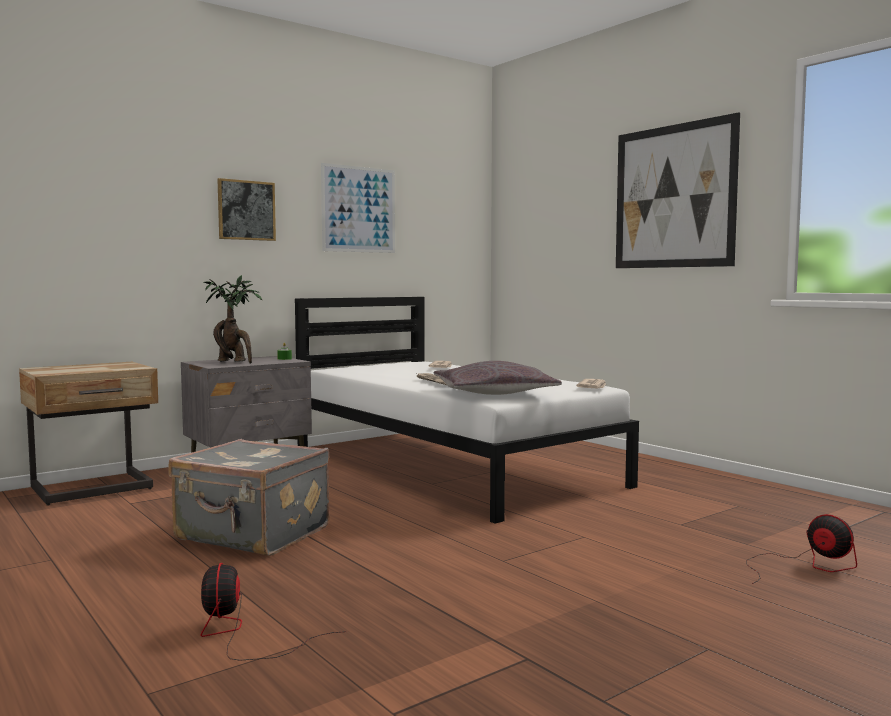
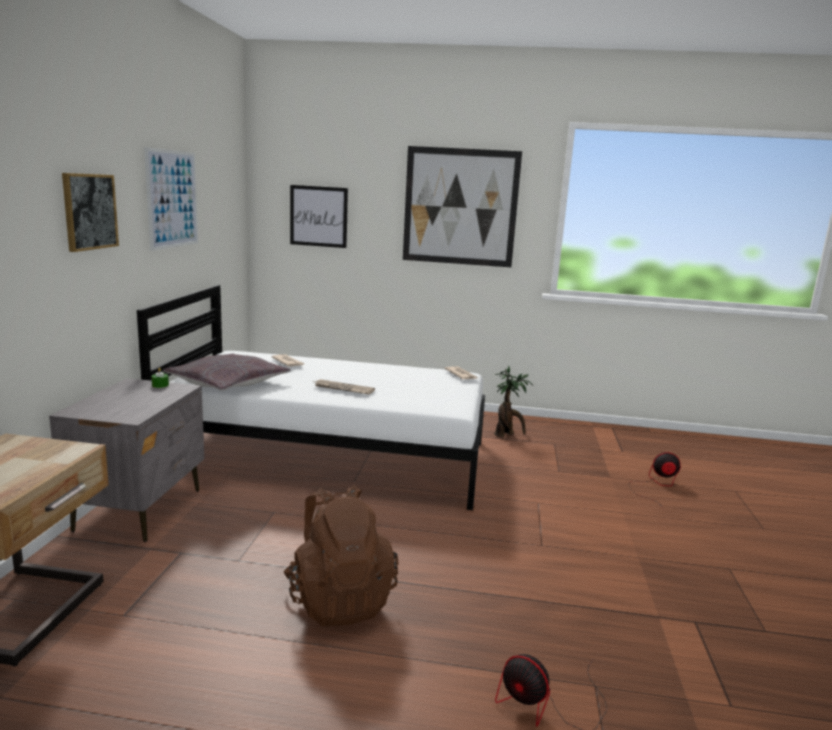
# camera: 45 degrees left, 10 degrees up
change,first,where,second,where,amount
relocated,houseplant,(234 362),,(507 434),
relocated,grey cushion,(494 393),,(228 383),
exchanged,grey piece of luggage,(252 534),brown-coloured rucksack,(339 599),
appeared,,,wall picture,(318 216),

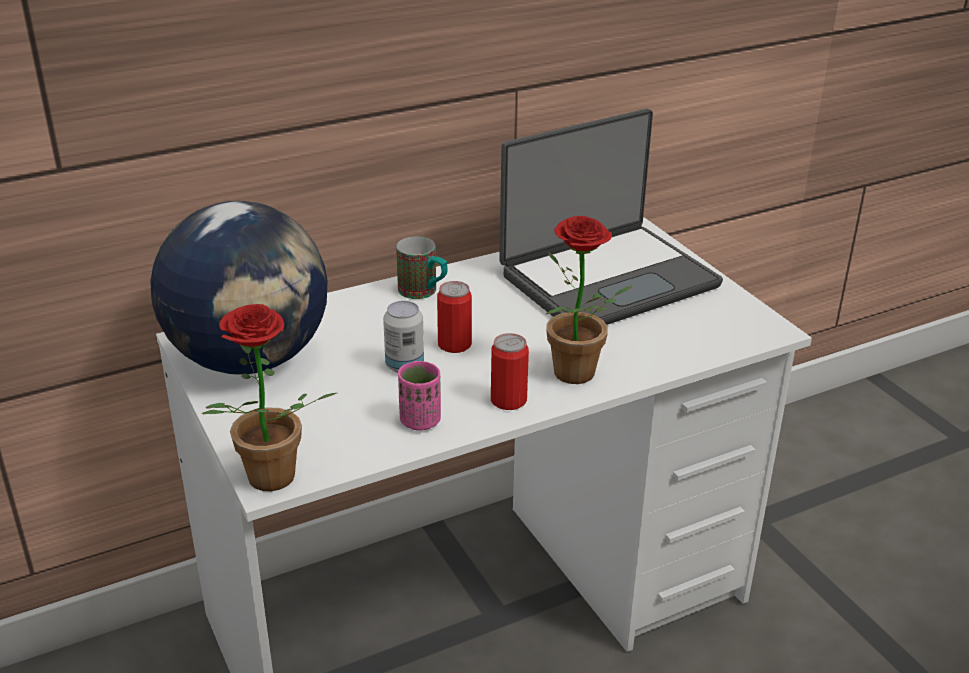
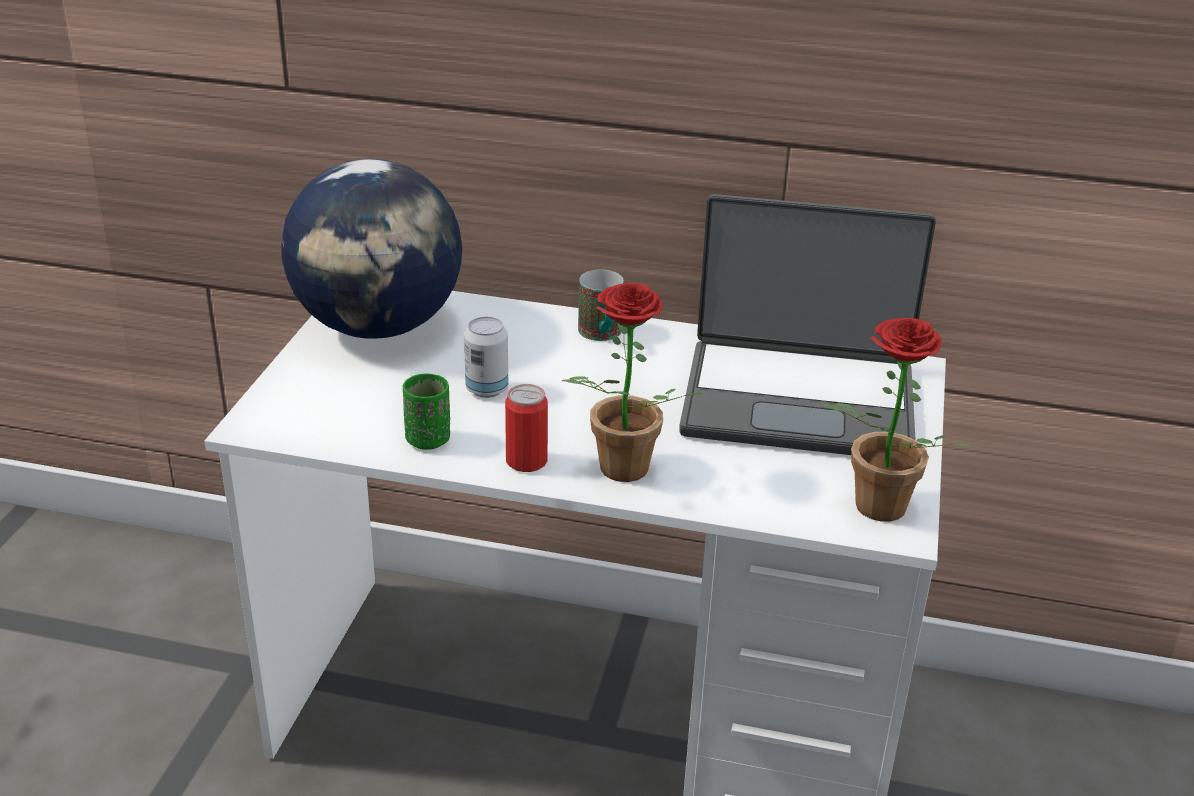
# camera: 40 degrees right, 0 degrees up
change,first,where,second,where,amount
missing,can,(454 344),,,
relocated,houseplant,(268 483),,(873 511),
colour,pink small cup,(420 421),greenish small cup,(428 440),

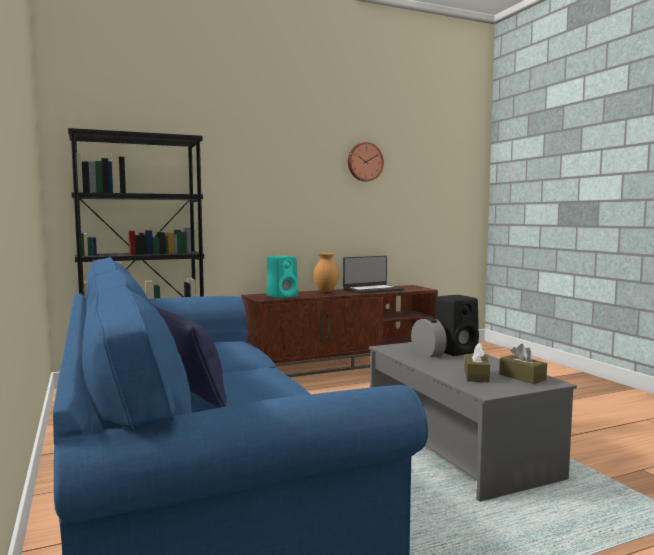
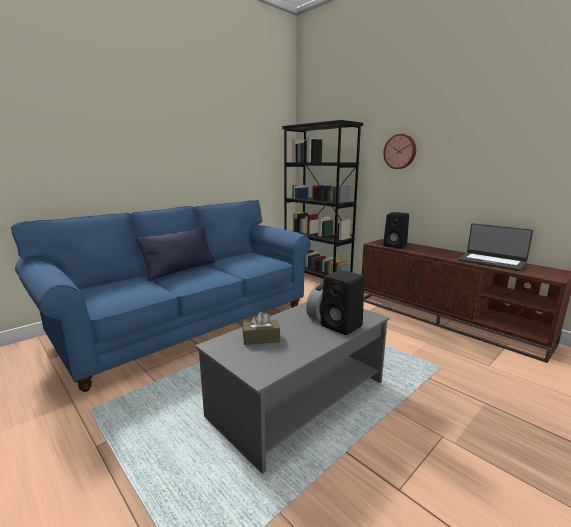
# camera: 70 degrees right, 10 degrees up
change,first,where,second,where,amount
relocated,wall clock,(364 162),,(400 151),
missing,brown-coloured decorative vase,(326 291),,,
colour,turquoise loudspeaker,(283 296),black loudspeaker,(396 246),
missing,brown-coloured tissue holder,(522 377),,,

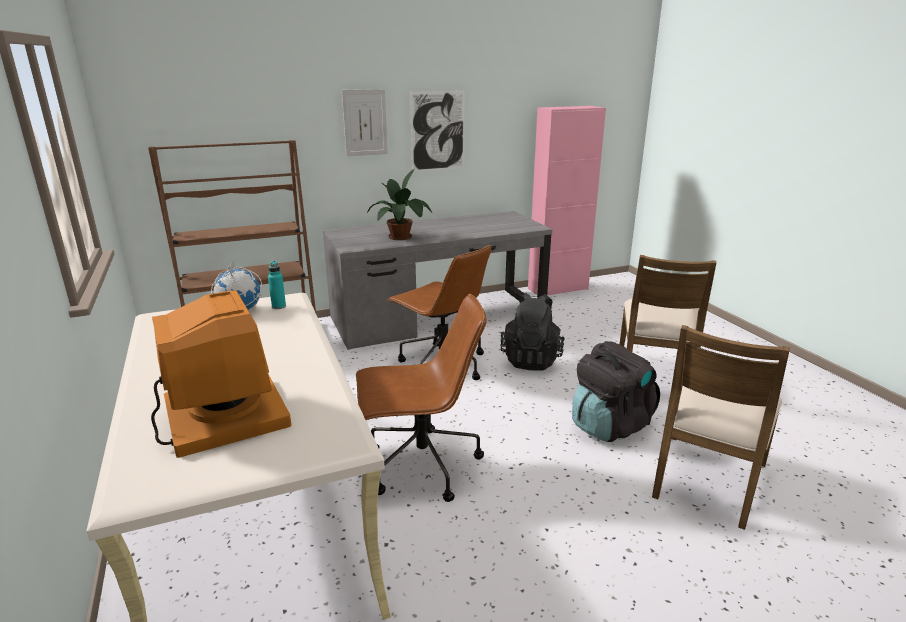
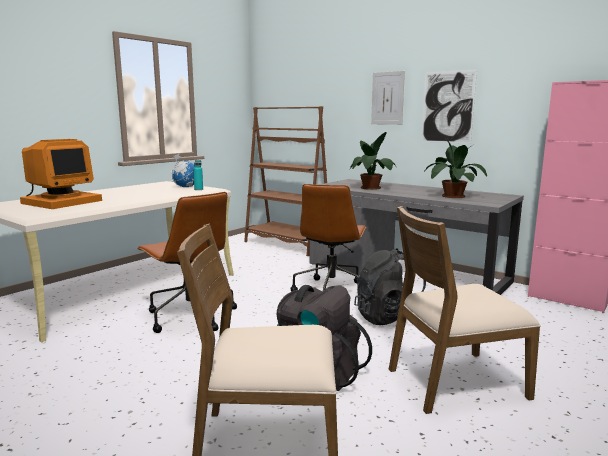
# camera: 60 degrees right, 10 degrees down
change,first,where,second,where,amount
appeared,,,houseplant,(451 196),

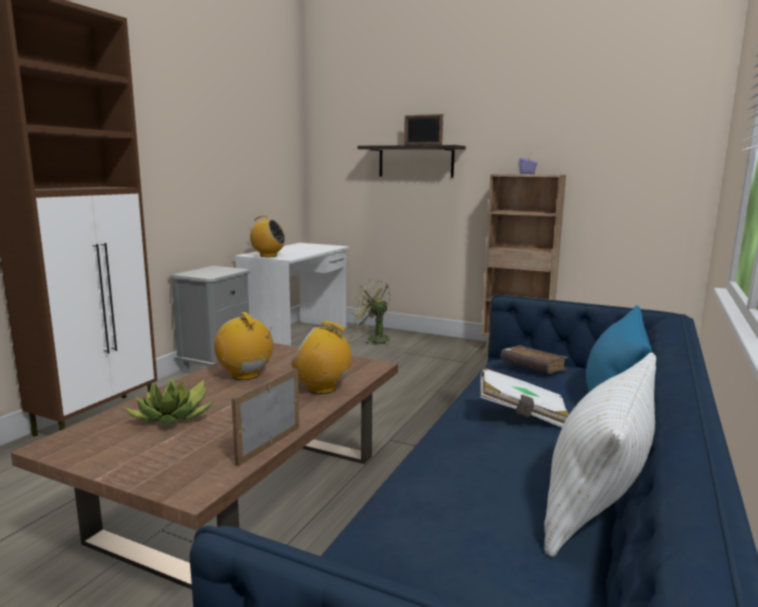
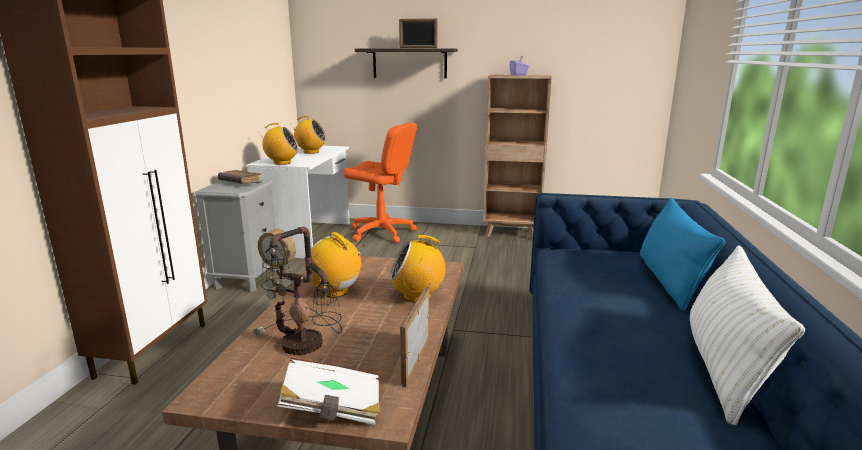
# camera: 15 degrees left, 5 degrees up
change,first,where,second,where,amount
exchanged,greenish cooling fan,(373 339),orange office chair,(381 232),
relocated,brown-coloured bound book,(532 367),,(240 183),
relocated,whitish bound book,(521 414),,(332 408),
exchanged,houseplant,(174 417),tabletop lamp,(303 346),
appeared,,,radio receiver,(311 152),

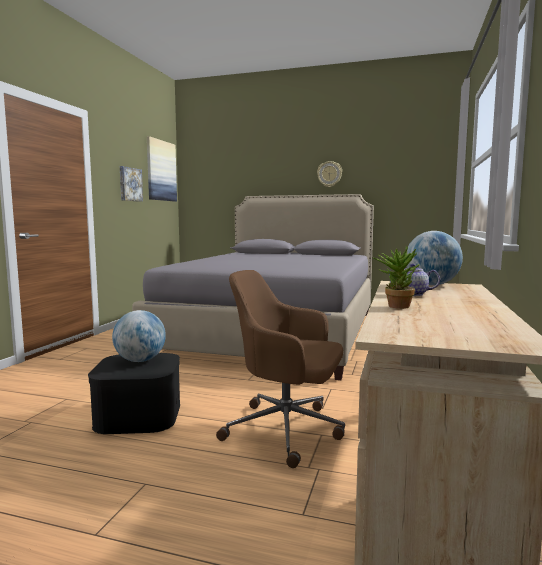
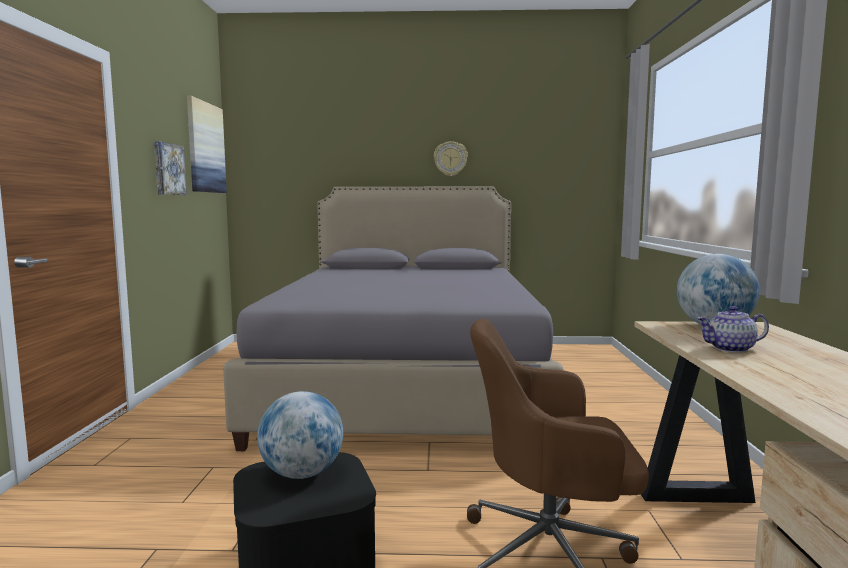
# camera: 15 degrees left, 0 degrees up
change,first,where,second,where,amount
missing,houseplant,(395 306),,,

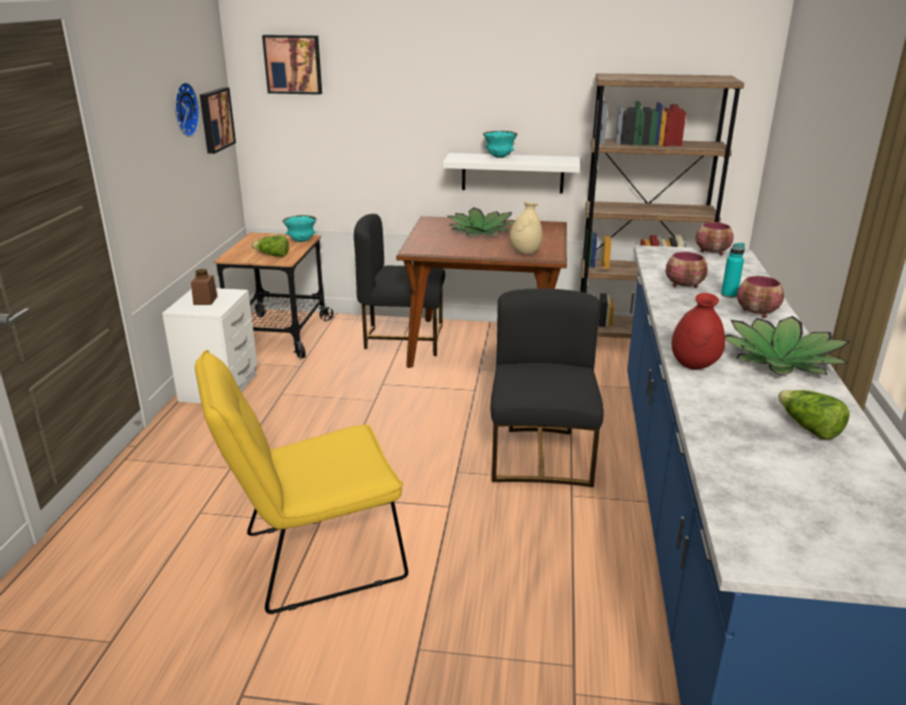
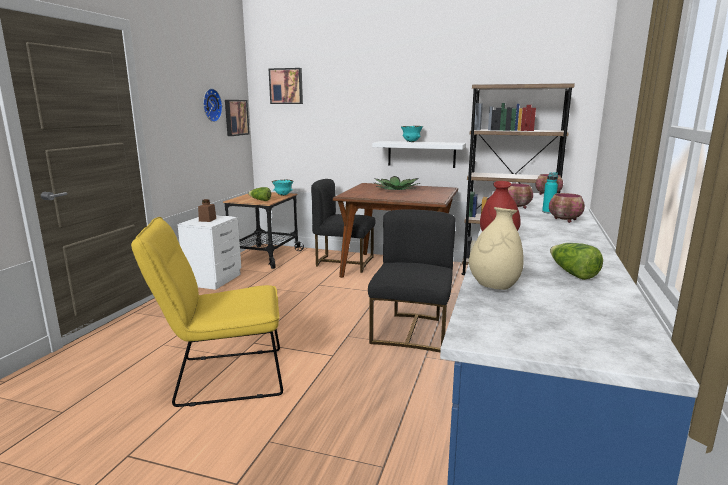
# camera: 10 degrees right, 10 degrees down
change,first,where,second,where,amount
relocated,beige-coloured decorative vase,(525 253),,(494 287),
missing,houseplant,(781 360),,,

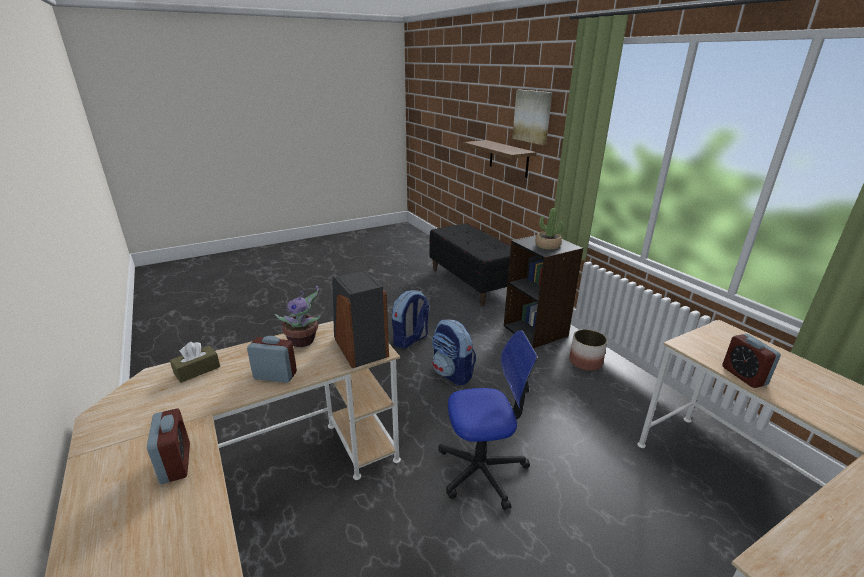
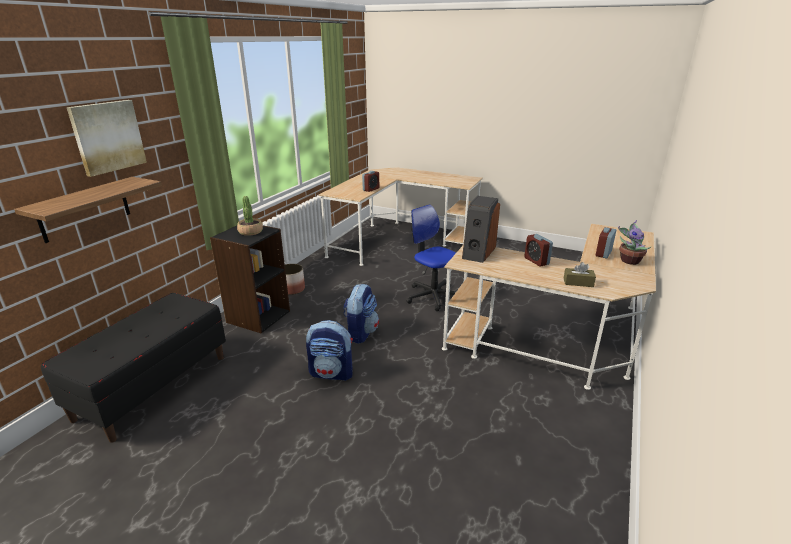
# camera: 125 degrees left, 0 degrees up
change,first,where,second,where,amount
relocated,houseplant,(303 341),,(629 260),

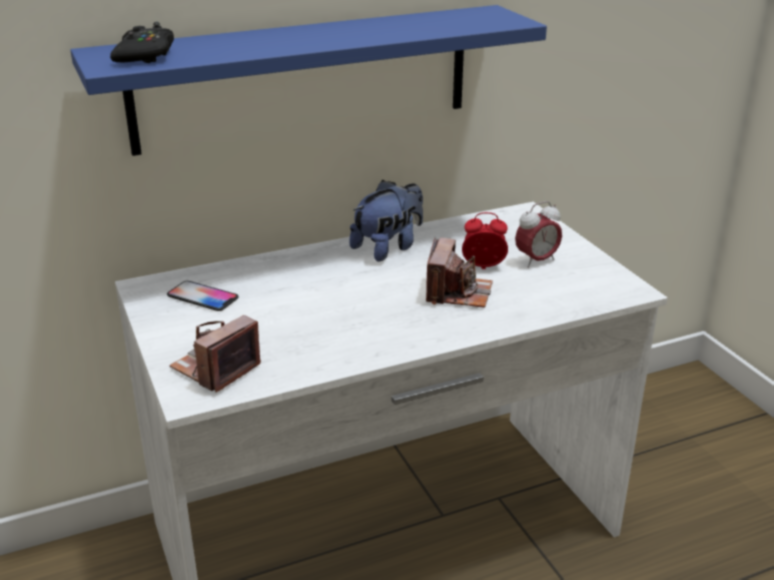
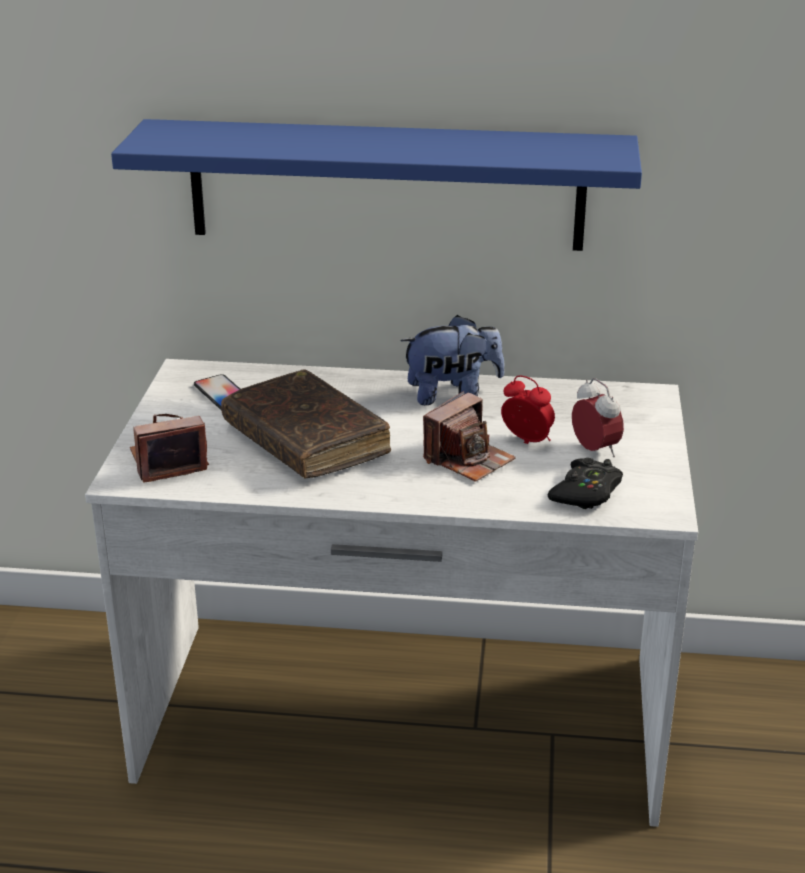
# camera: 30 degrees right, 0 degrees up
change,first,where,second,where,amount
relocated,black gamepad,(145 55),,(586 493),
spun,alarm clock,(536 261),,(595 450),120 degrees counterclockwise
appeared,,,brown-coloured bound book,(305 440),

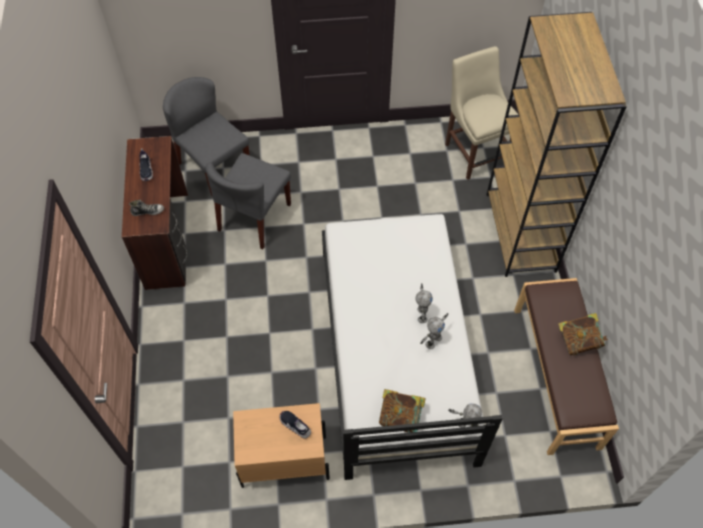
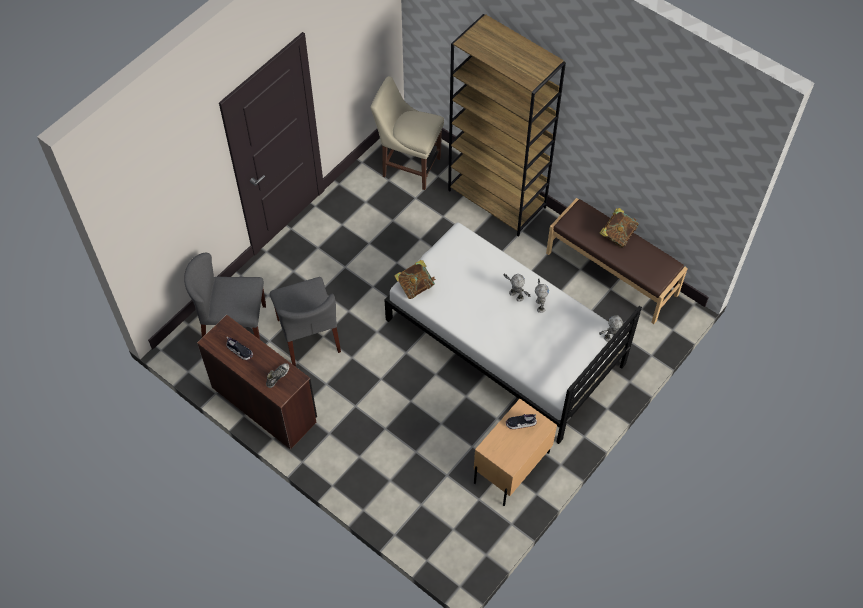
# camera: 45 degrees left, 0 degrees up
change,first,where,second,where,amount
relocated,bound book,(401 417),,(415 286),

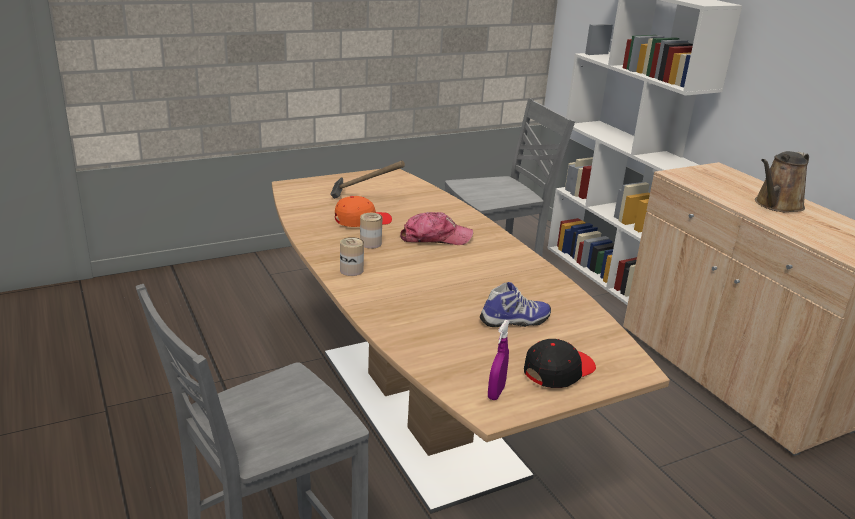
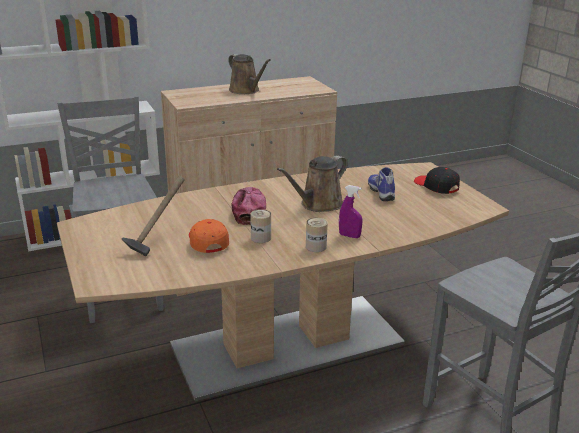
# camera: 85 degrees left, 0 degrees up
change,first,where,second,where,amount
relocated,purple sprayer,(496 393),,(349 236),
appeared,,,brown-coloured watering pot,(318 205),

